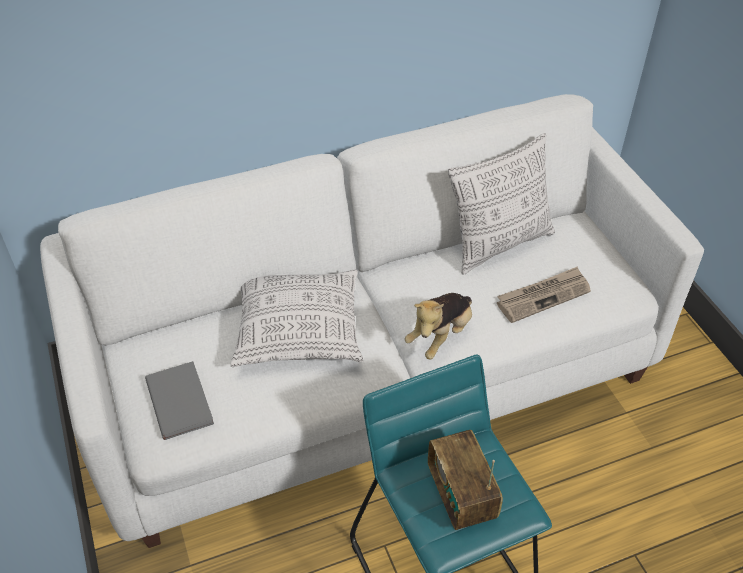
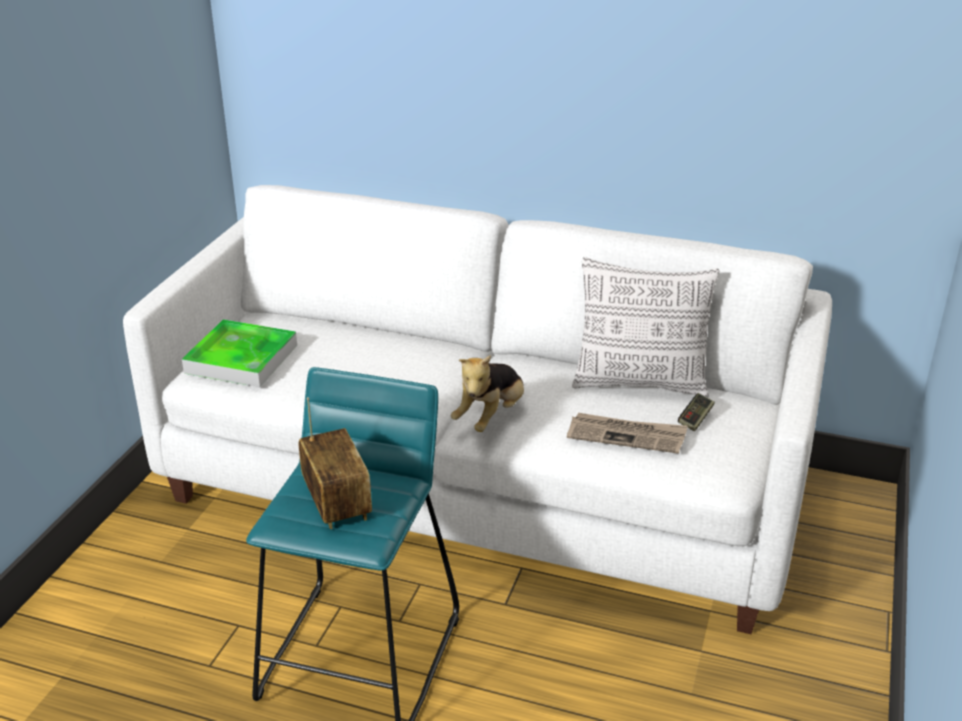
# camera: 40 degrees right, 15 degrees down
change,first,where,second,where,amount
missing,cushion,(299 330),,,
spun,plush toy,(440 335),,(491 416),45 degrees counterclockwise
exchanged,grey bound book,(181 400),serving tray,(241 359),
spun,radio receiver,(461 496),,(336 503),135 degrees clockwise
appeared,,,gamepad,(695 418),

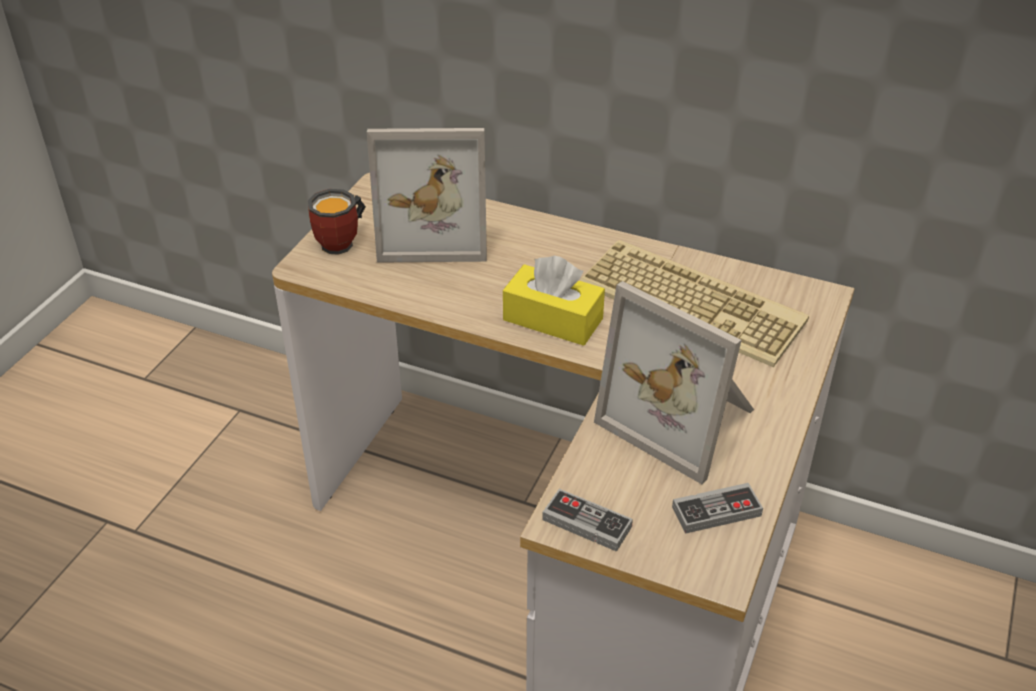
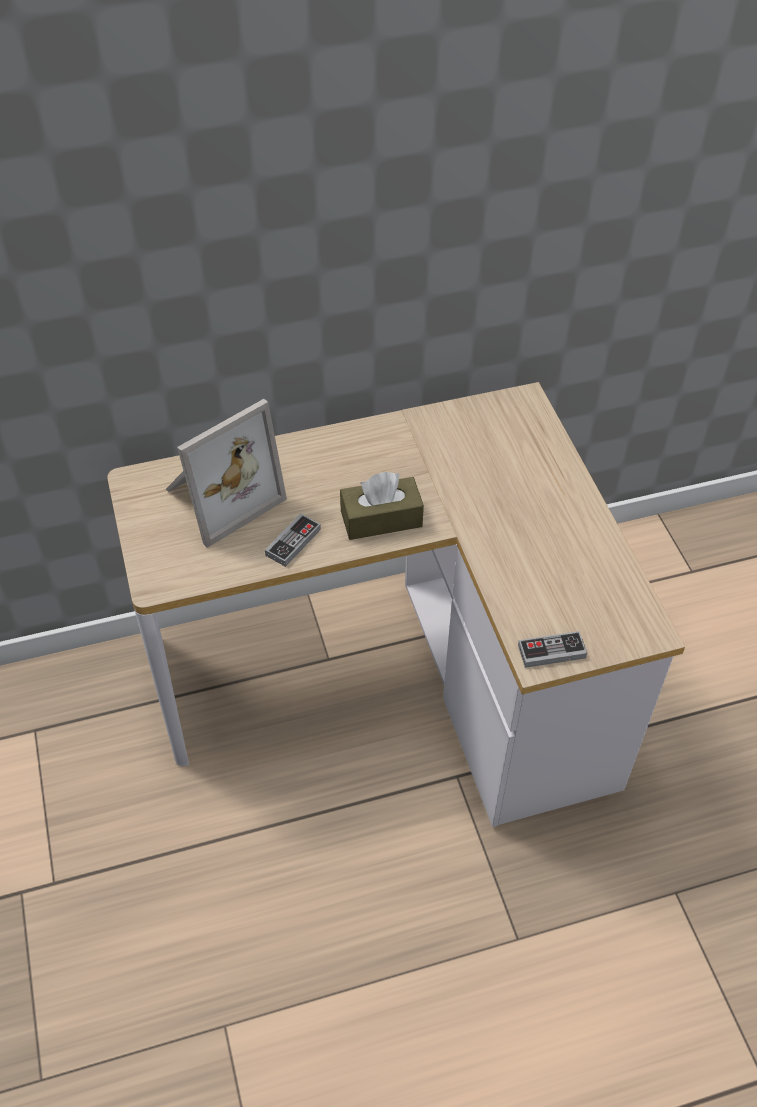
# camera: 40 degrees left, 10 degrees up
change,first,where,second,where,amount
missing,tea mug,(343 242),,,
missing,keyboard,(694 302),,,
colour,yellow-coloured tissue holder,(553 319),brown-coloured tissue holder,(381 519),
missing,standing frame,(682 418),,,
relocated,gamepad,(716 511),,(293 542),

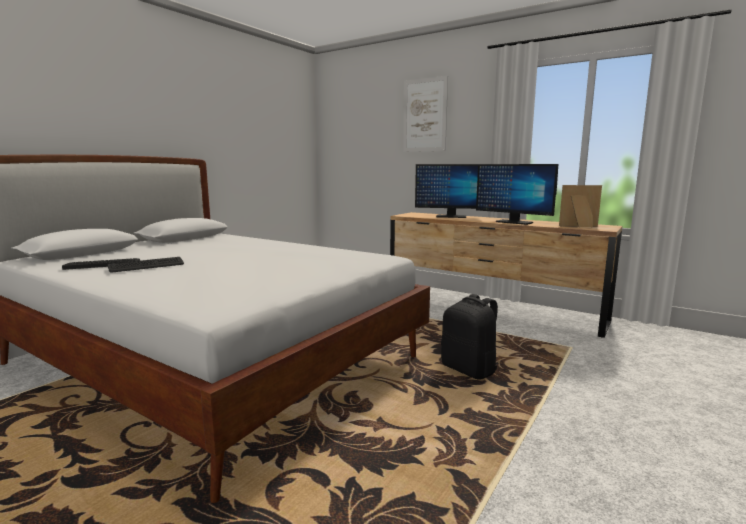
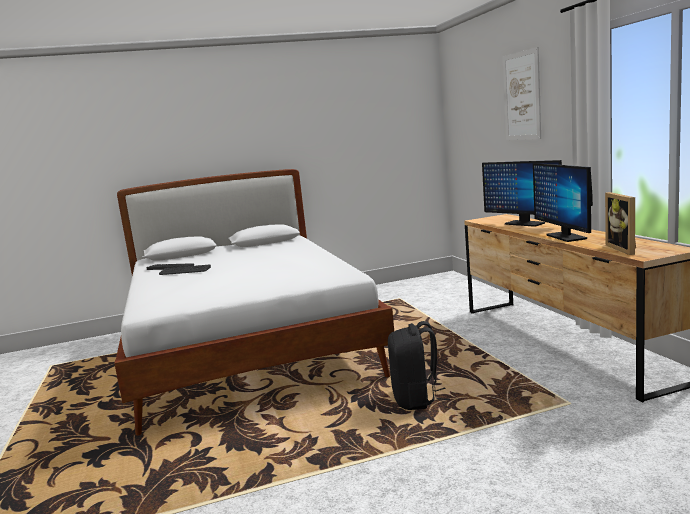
# camera: 40 degrees right, 0 degrees up
change,first,where,second,where,amount
spun,standing frame,(579 226),,(625 249),135 degrees counterclockwise

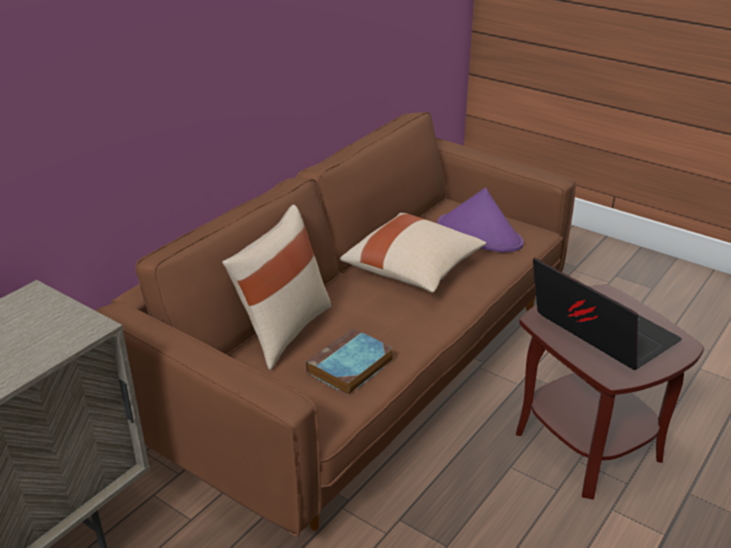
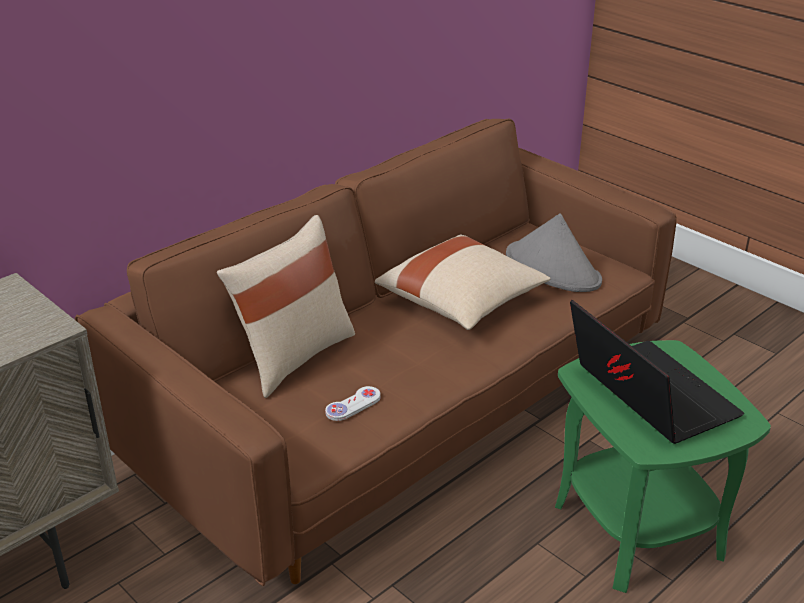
# camera: 10 degrees right, 0 degrees up
change,first,where,second,where,amount
colour,purple wearable hat,(480 235),grey wearable hat,(553 268),
colour,brown-coloured side table,(586 445),greenish side table,(637 529),
exchanged,bound book,(349 367),whitish gamepad,(353 405),

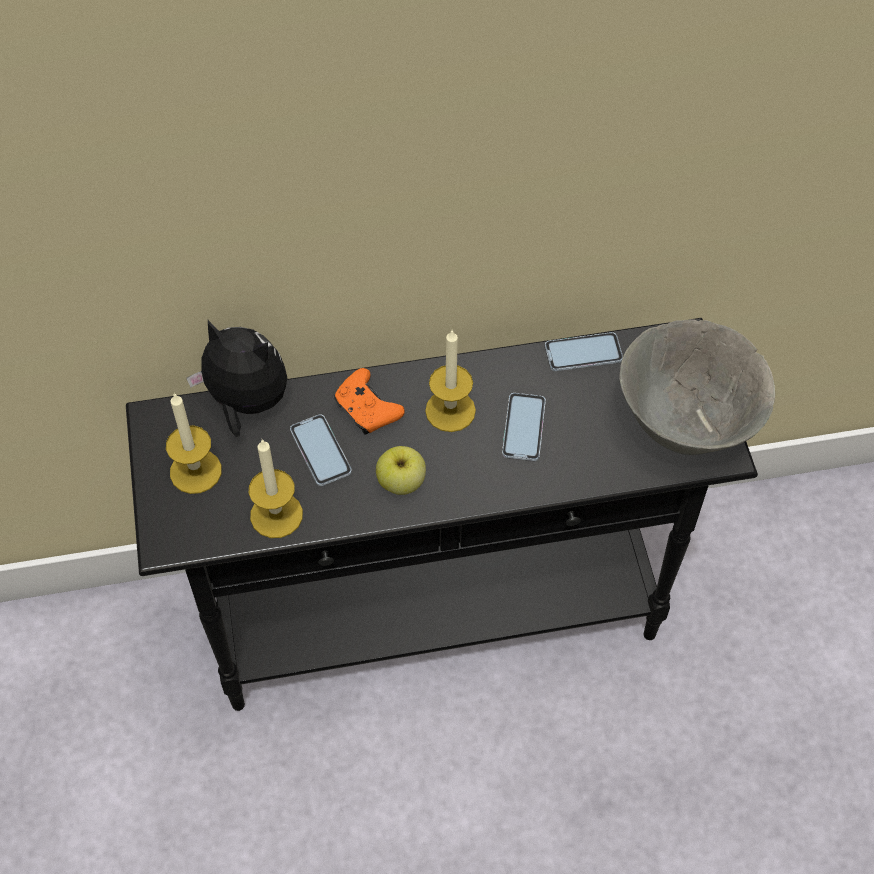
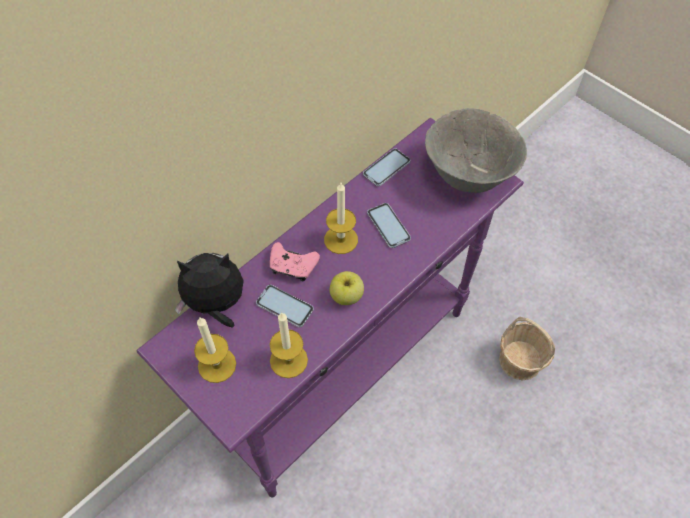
# camera: 35 degrees left, 0 degrees up
change,first,where,second,where,amount
colour,black console table,(437 613),purple console table,(343 370),
colour,orange gamepad,(367 409),pink gamepad,(292 266),
appeared,,,storage basket,(520 360),

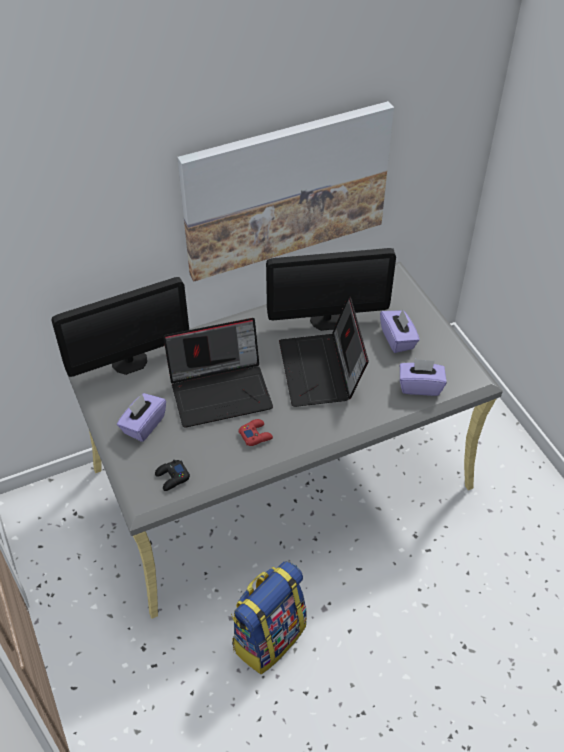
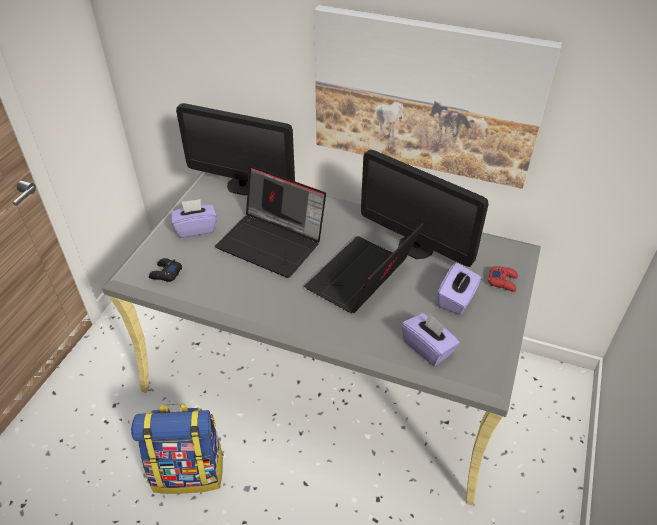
# camera: 45 degrees right, 5 degrees down
change,first,where,second,where,amount
relocated,red gamepad,(255 435),,(503 281),

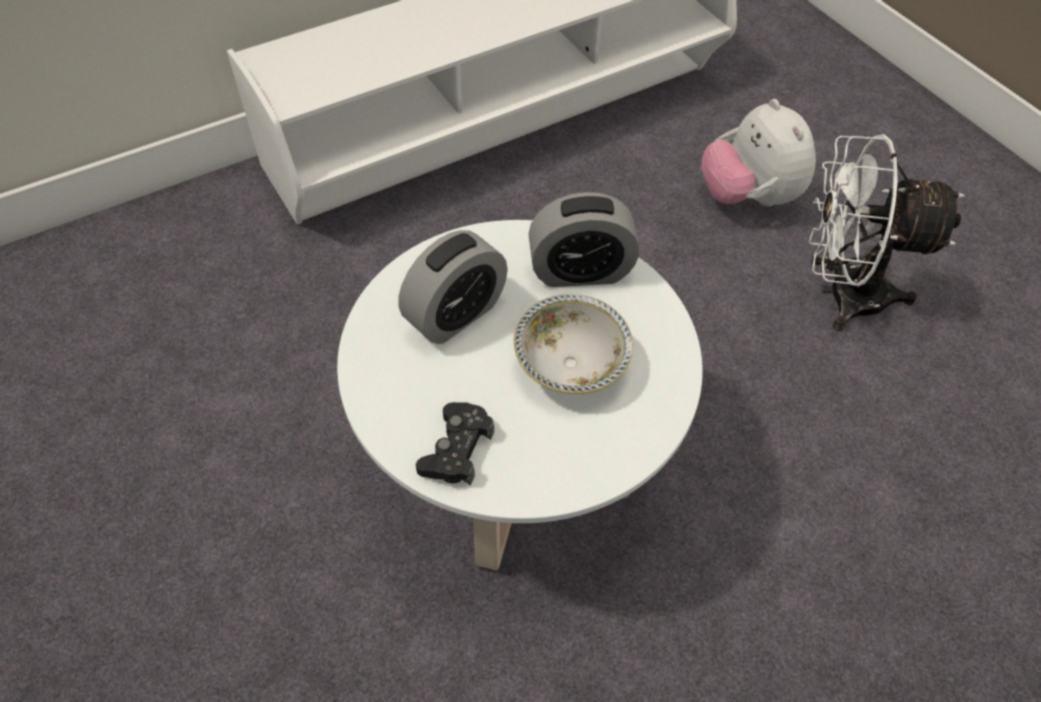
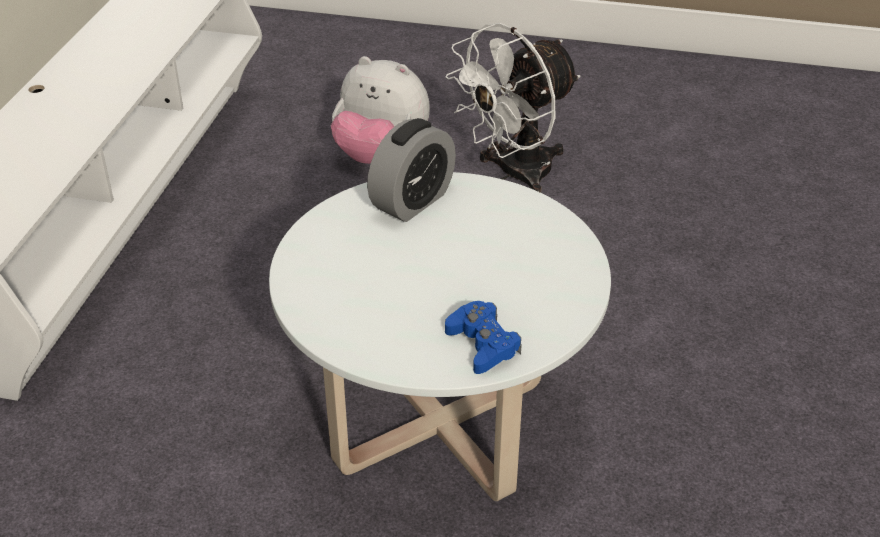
# camera: 45 degrees left, 15 degrees down
change,first,where,second,where,amount
missing,alarm clock,(455 314),,,
missing,bowl,(570 364),,,
colour,black gamepad,(456 449),bluish gamepad,(483 344),

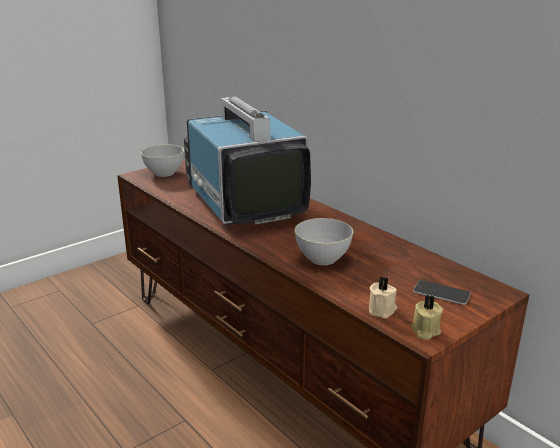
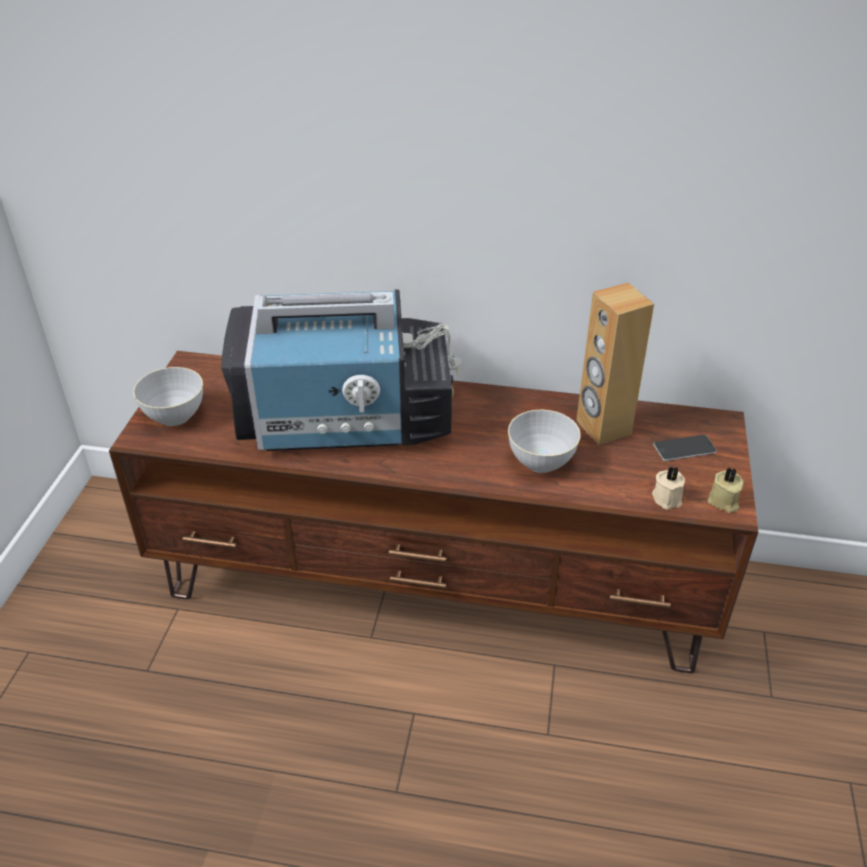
# camera: 40 degrees left, 15 degrees up
change,first,where,second,where,amount
spun,TV,(243 201),,(347 418),150 degrees clockwise
appeared,,,brown-coloured loudspeaker,(602 428),

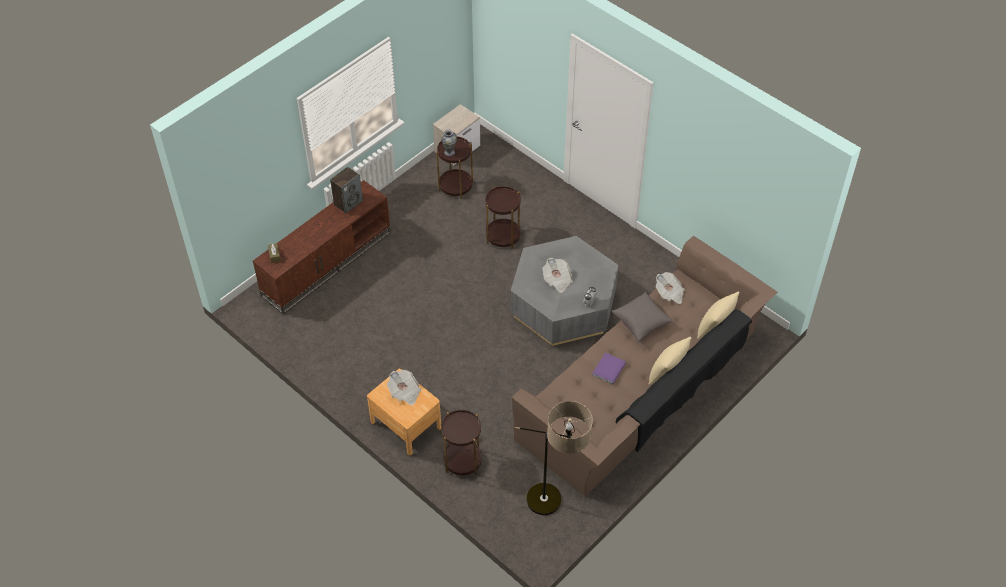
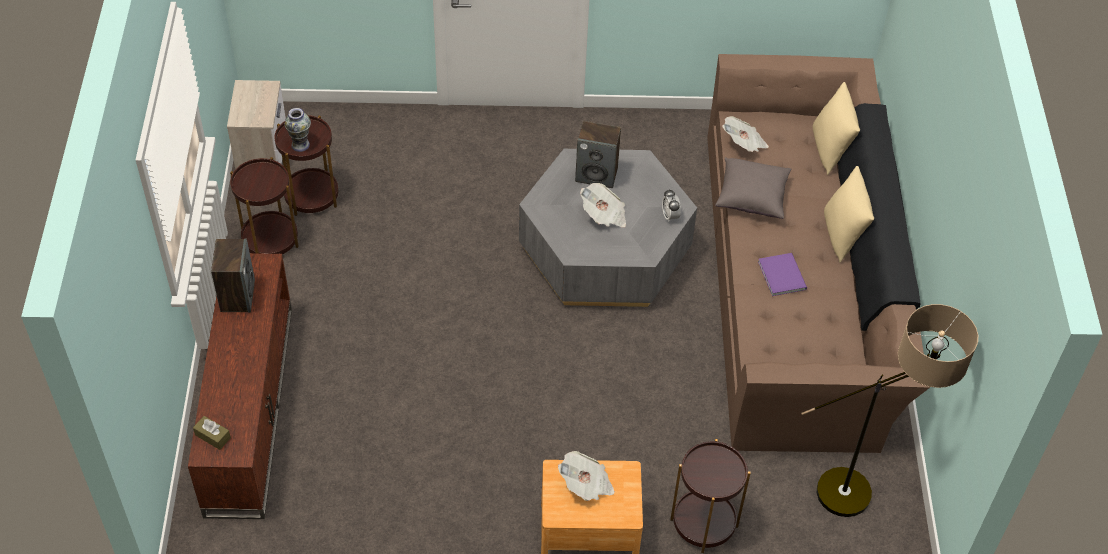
# camera: 45 degrees left, 0 degrees up
change,first,where,second,where,amount
relocated,brown-coloured side table,(503 236),,(270 240),
appeared,,,loudspeaker,(597 175),

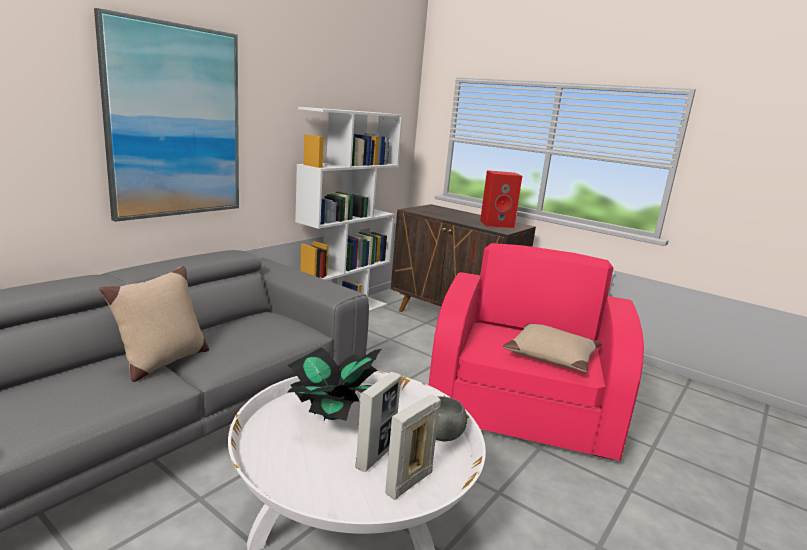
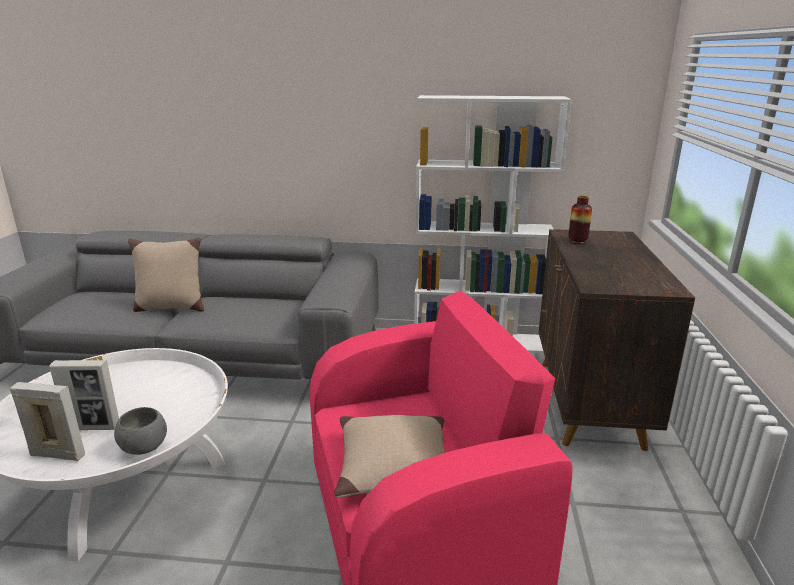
# camera: 60 degrees right, 5 degrees up
change,first,where,second,where,amount
missing,wall picture,(175 122),,,
missing,red loudspeaker,(497 224),,,
missing,houseplant,(331 415),,,
appeared,,,decorative vase,(577 241),

